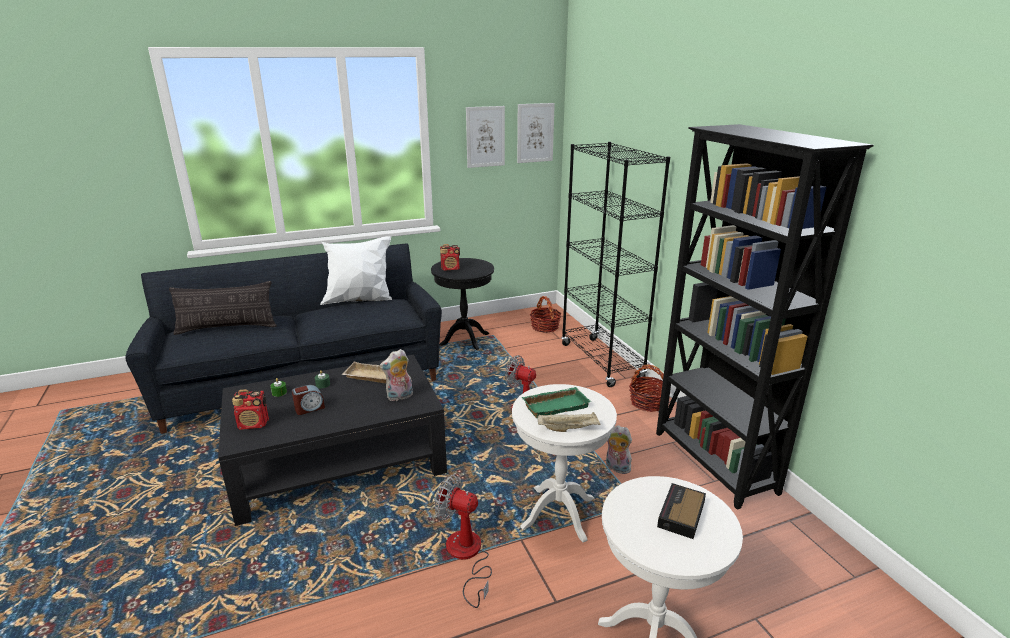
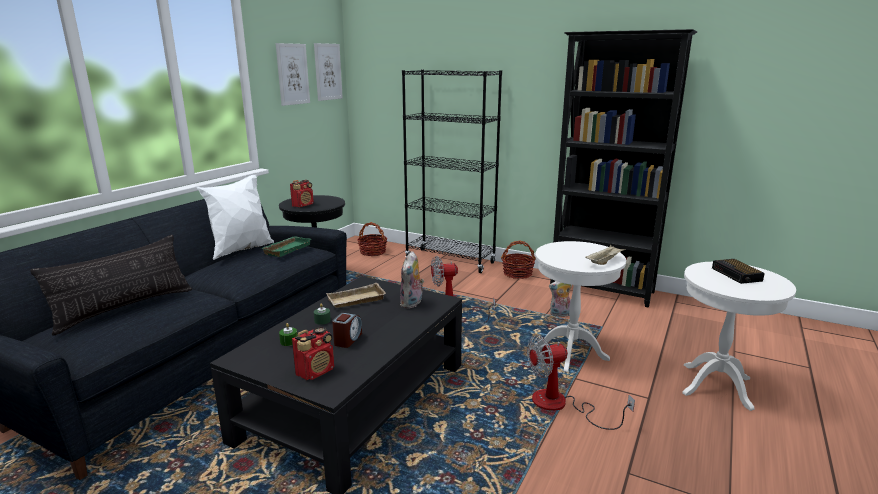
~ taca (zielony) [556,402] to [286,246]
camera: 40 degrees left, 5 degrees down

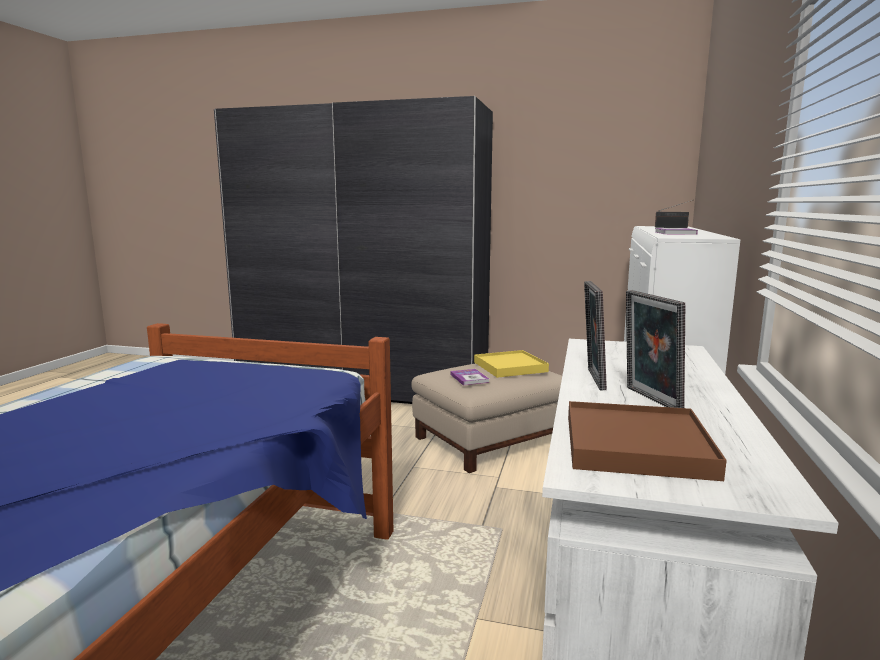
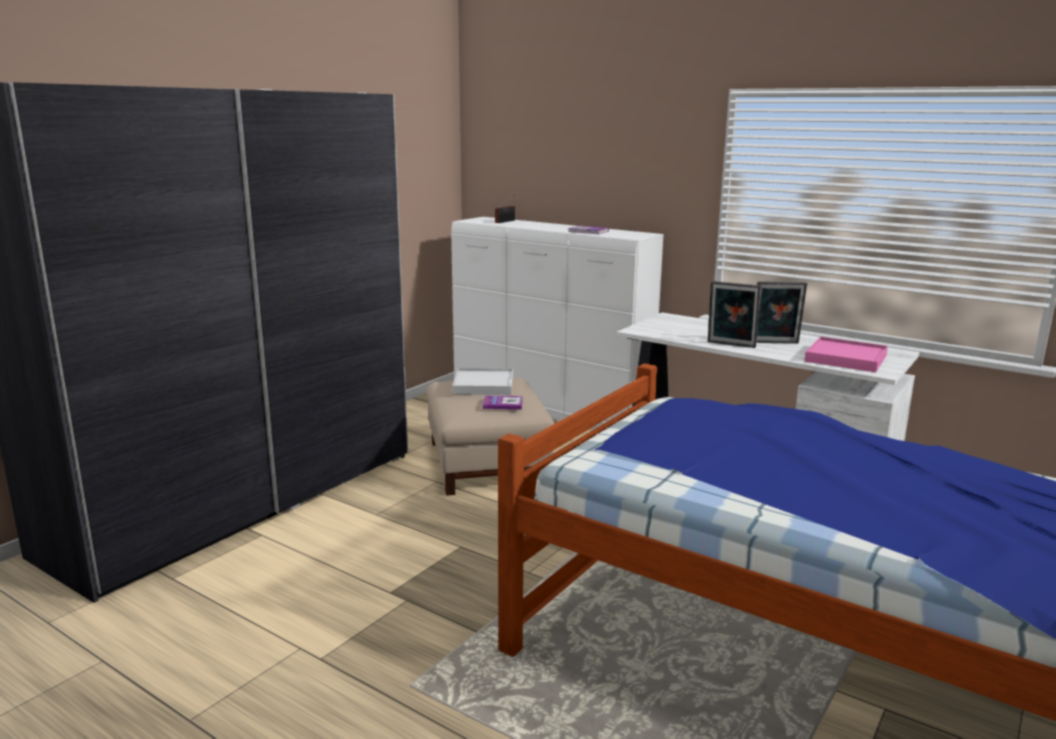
~ taca (żółty) [511,364] to taca (biały) [482,381]
~ taca (brązowy) [647,441] to taca (różowy) [846,354]
camera: 70 degrees left, 5 degrees up

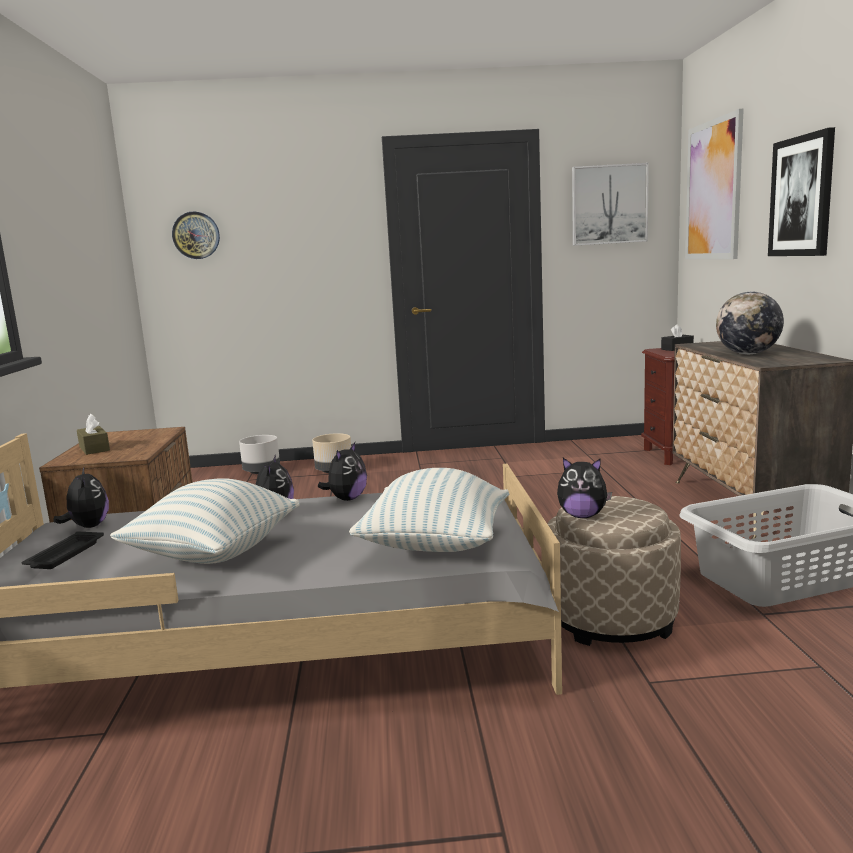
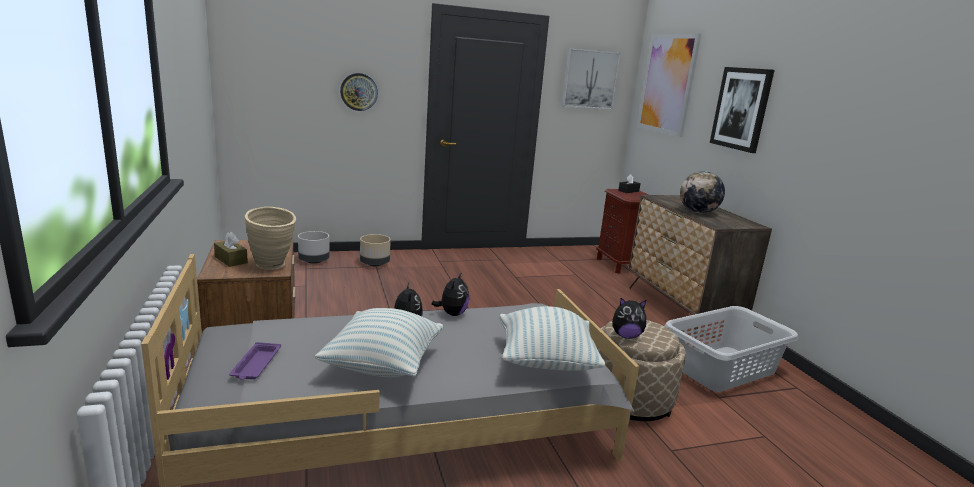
~ taca (czarny) [63,550] to taca (fioletowy) [255,361]
+ wazon (beżowy) [270,238]
~ zegar ścienny [196,235] to [359,92]
- pluszak [81,497]
camera: 15 degrees left, 5 degrees up

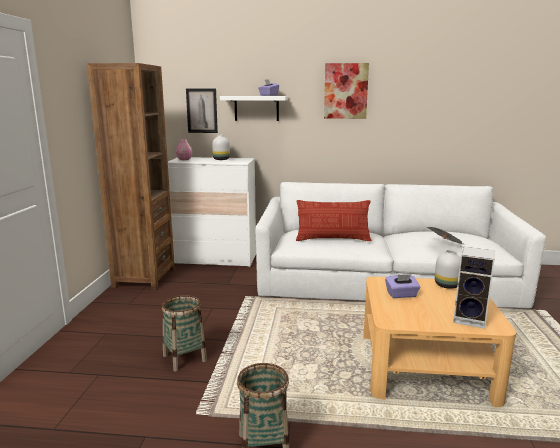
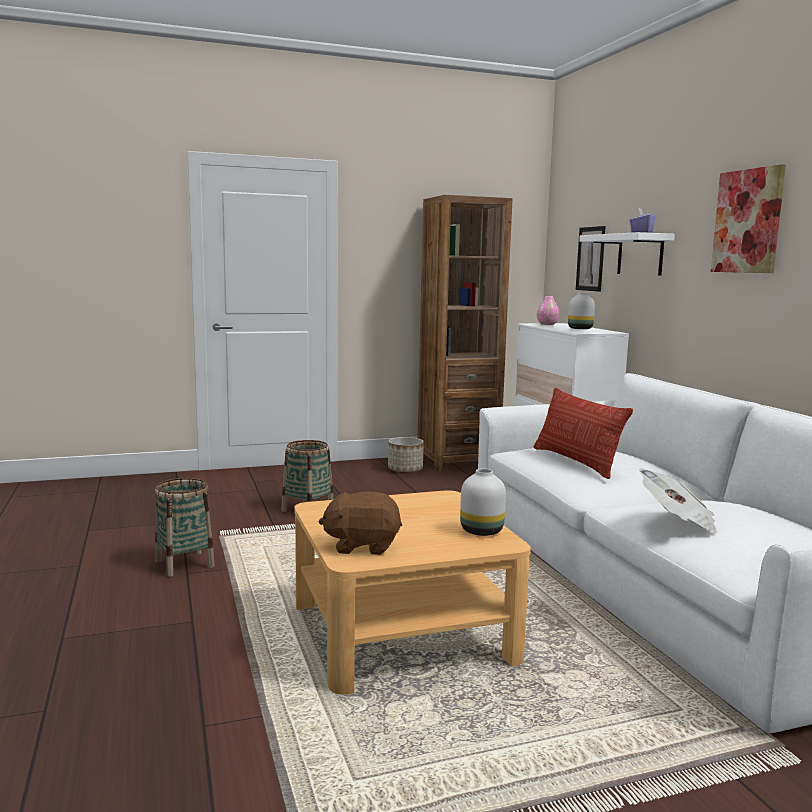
~ głośnik [474,288] to pluszak (brązowy) [360,523]
+ donica [406,455]
- pudełko chusteczek (fioletowy) [402,286]
camera: 65 degrees right, 5 degrees down

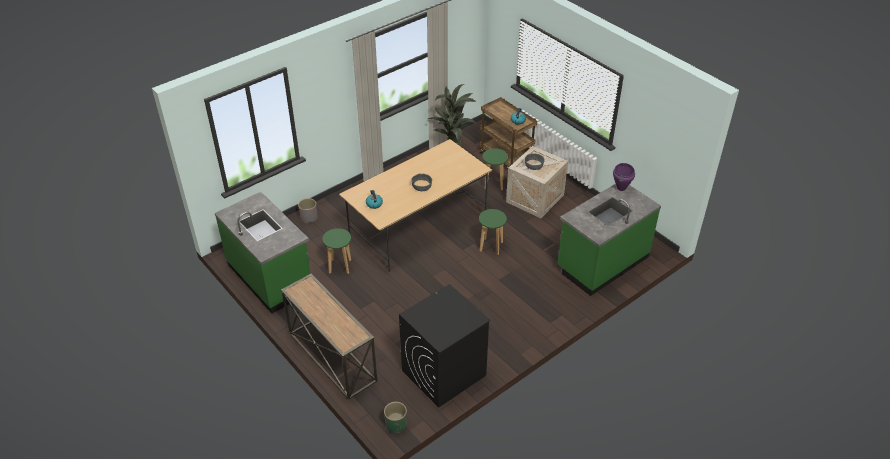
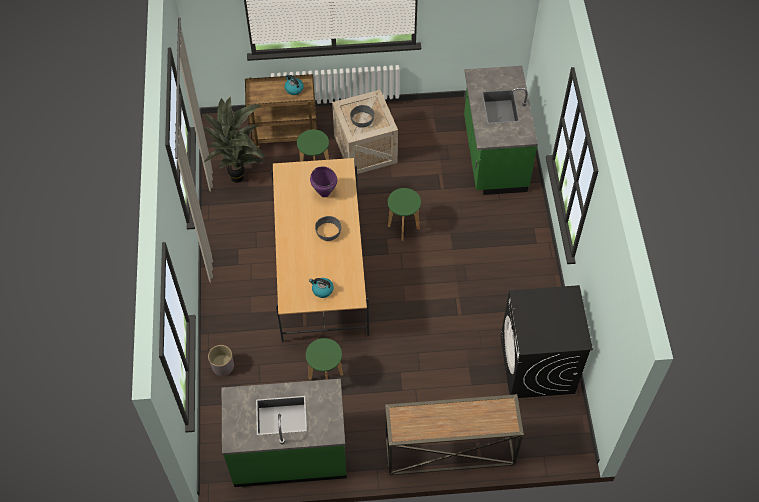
~ garnek (fioletowy) [624,177] to [323,181]
- donica (zielony) [395,417]
camera: 55 degrees left, 15 degrees up

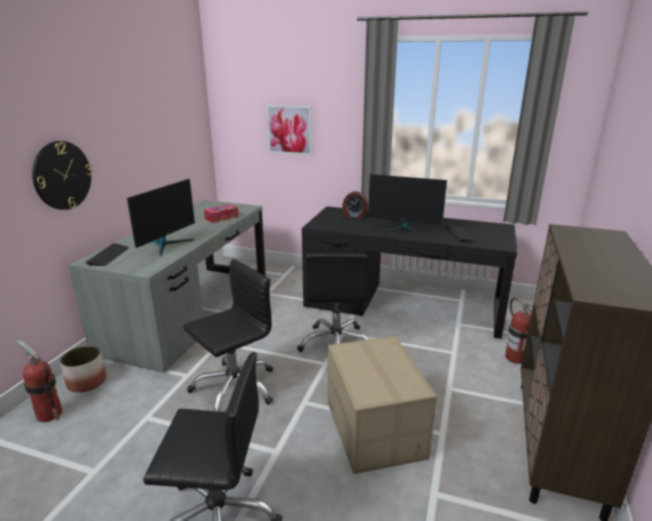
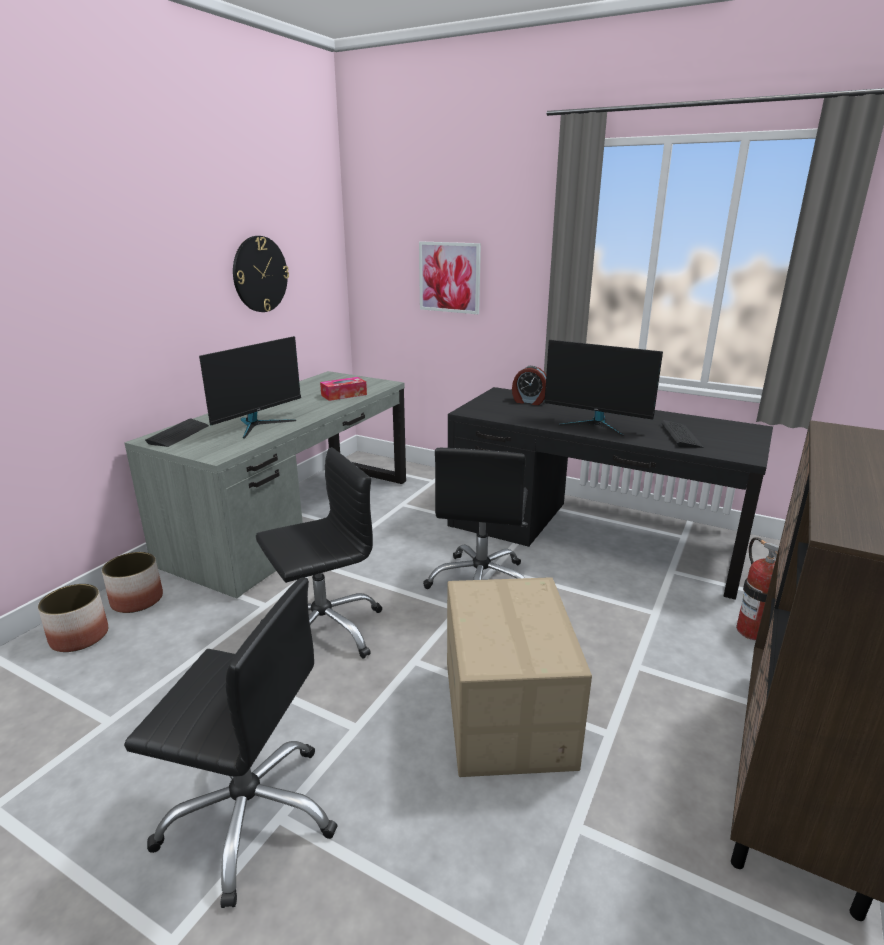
~ gaśnica [38,381] to donica [73,618]
~ zegar ścienny [62,175] to [261,274]
camera: 10 degrees right, 0 degrees up

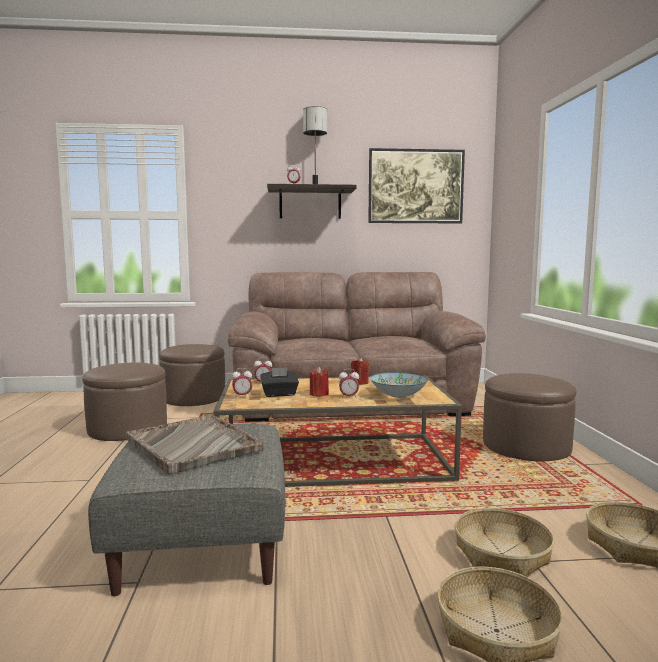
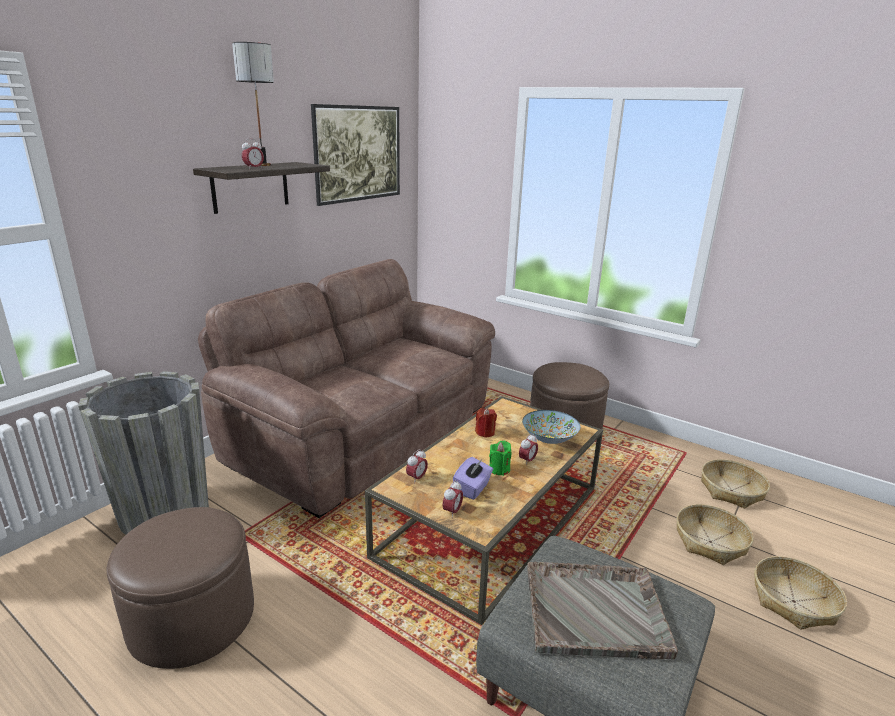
~ pufa (brązowy) [192,375] to donica (szary) [143,453]
~ pudełko chusteczek (czarny) [279,382] to pudełko chusteczek (fioletowy) [473,478]
~ świeca (czerwony) [319,381] to świeca (zielony) [500,458]
camera: 50 degrees left, 15 degrees up

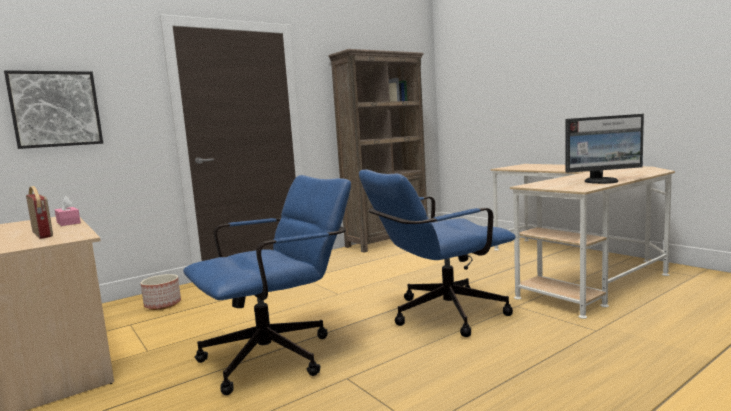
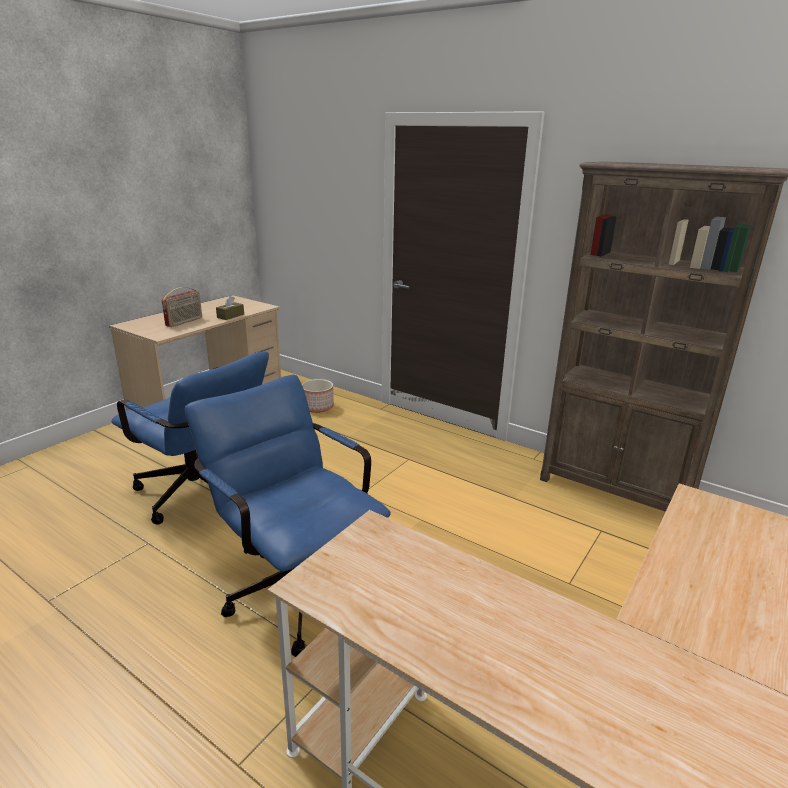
~ pudełko chusteczek (różowy) [68,211] to pudełko chusteczek (brązowy) [230,308]
- obraz [53,109]
- monitor [605,149]
camera: 70 degrees right, 15 degrees up

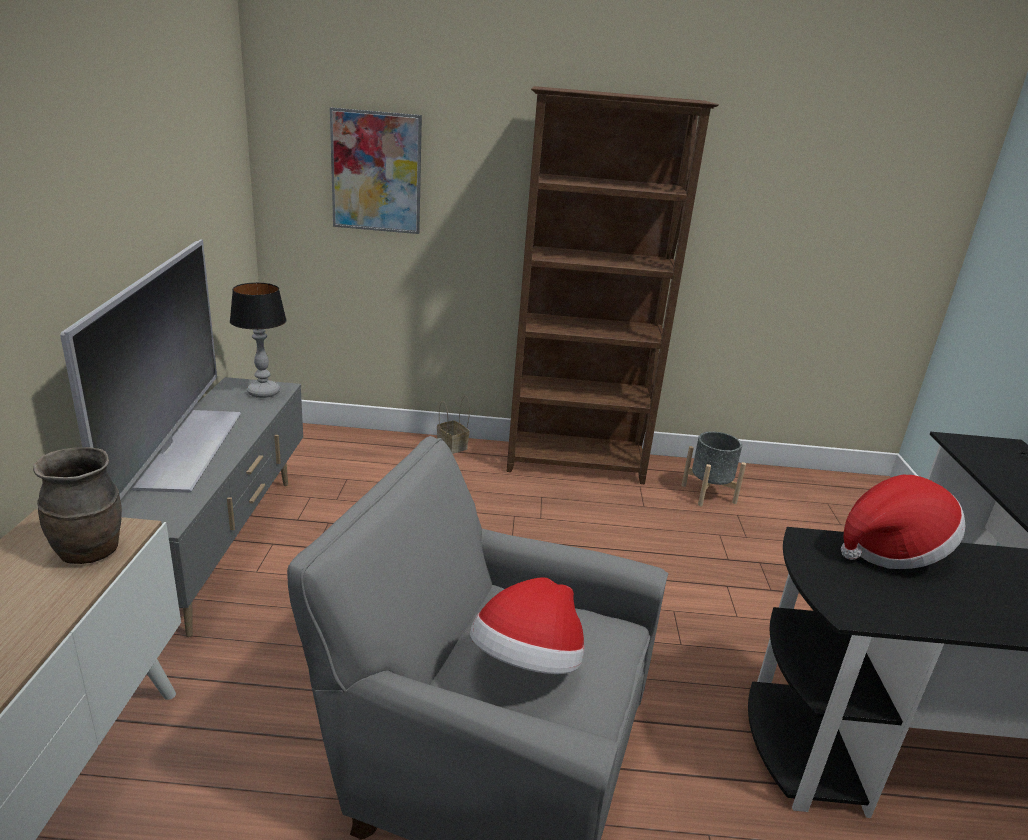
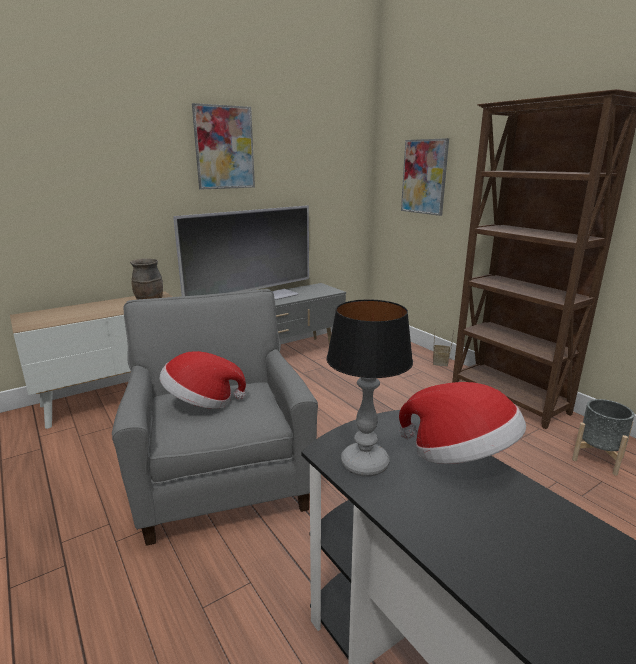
+ obraz [223,146]
~ lampa stołowa [258,340] to [370,388]
camera: 55 degrees right, 5 degrees down

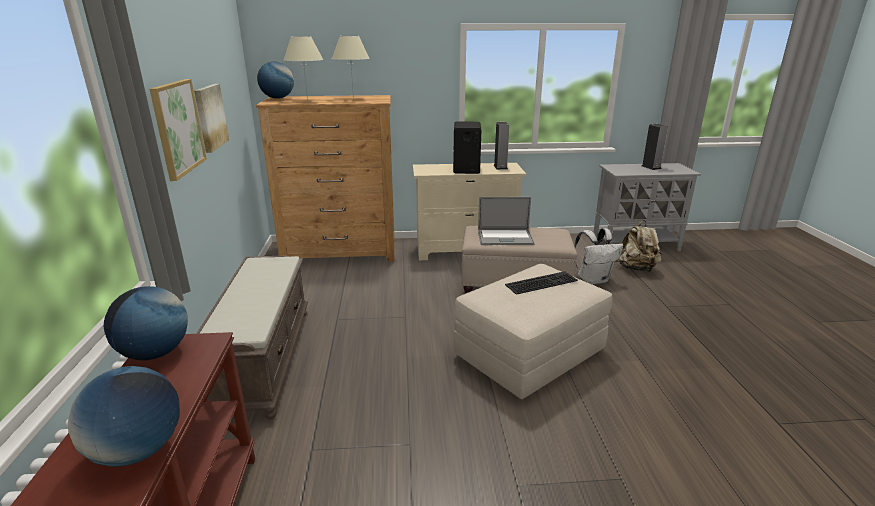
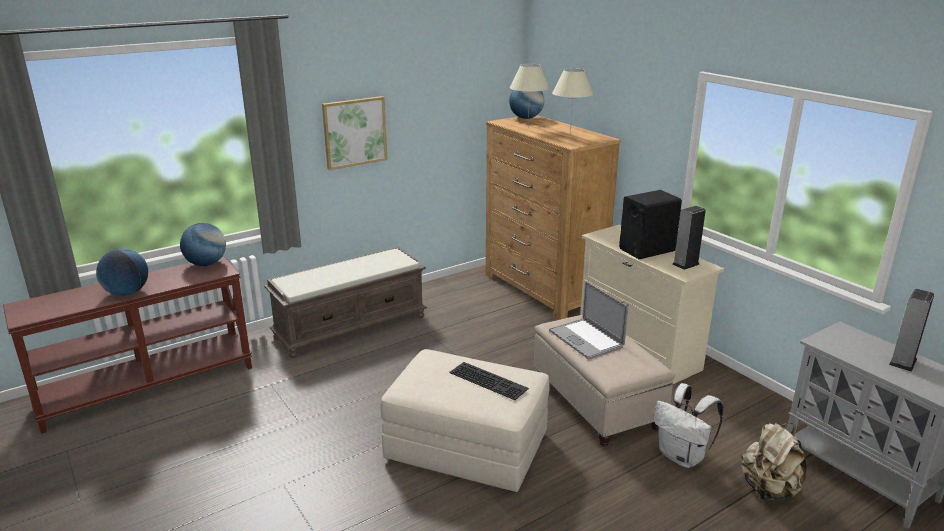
- obraz [211,118]
camera: 60 degrees right, 0 degrees up

